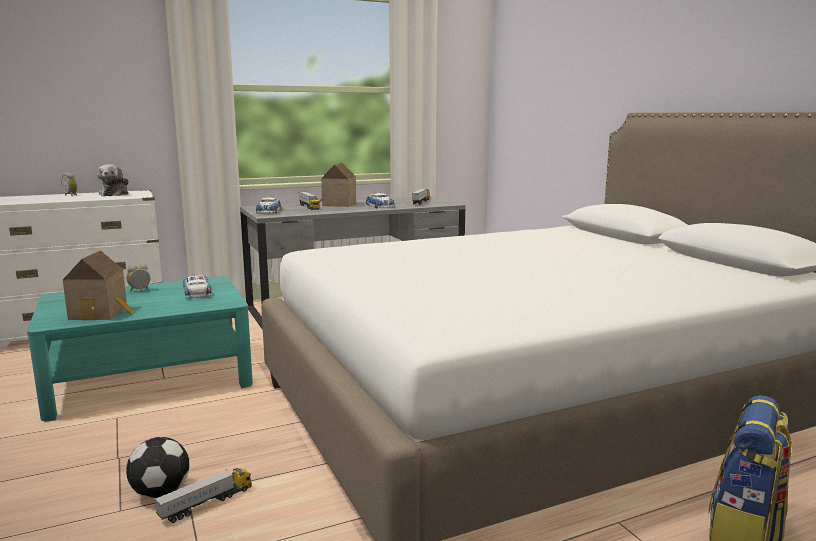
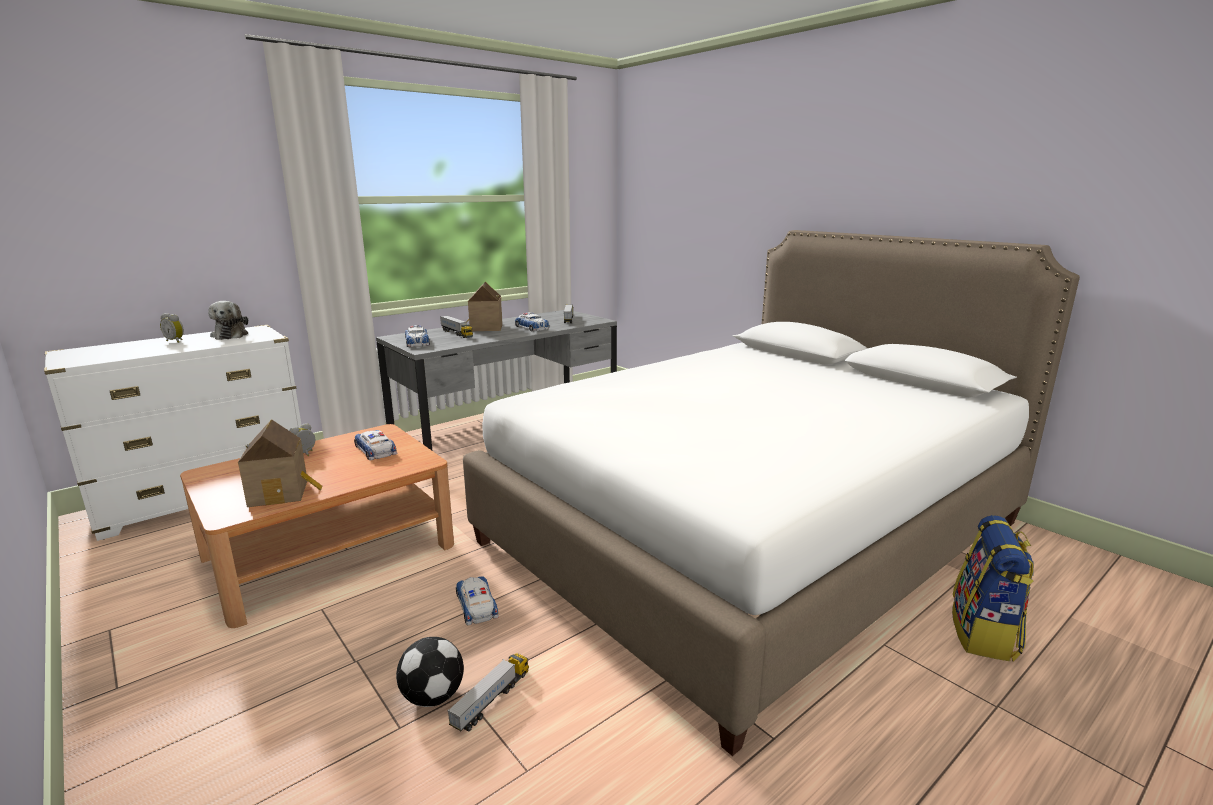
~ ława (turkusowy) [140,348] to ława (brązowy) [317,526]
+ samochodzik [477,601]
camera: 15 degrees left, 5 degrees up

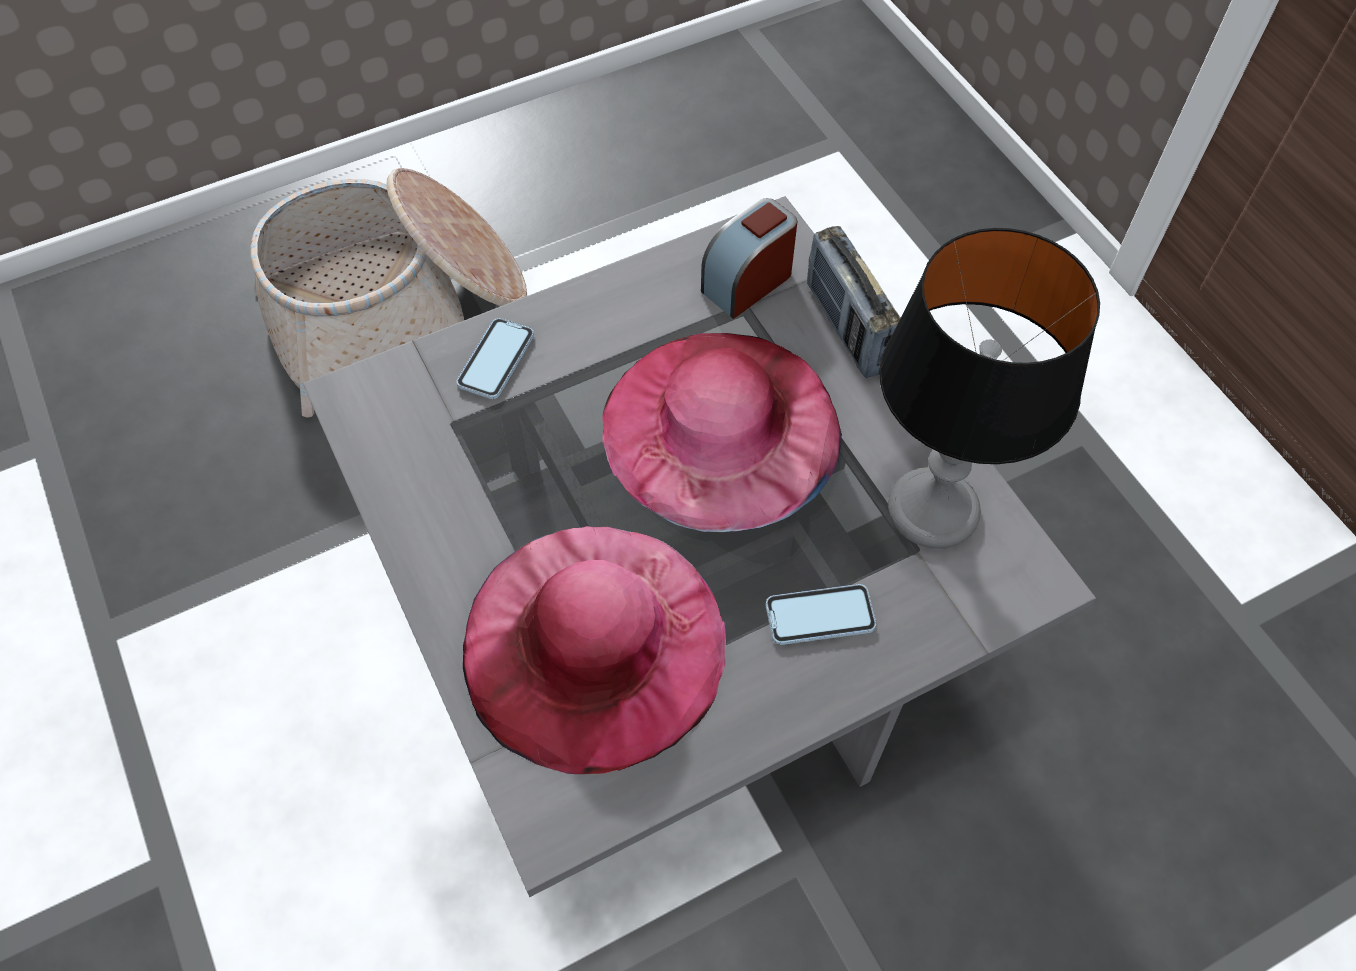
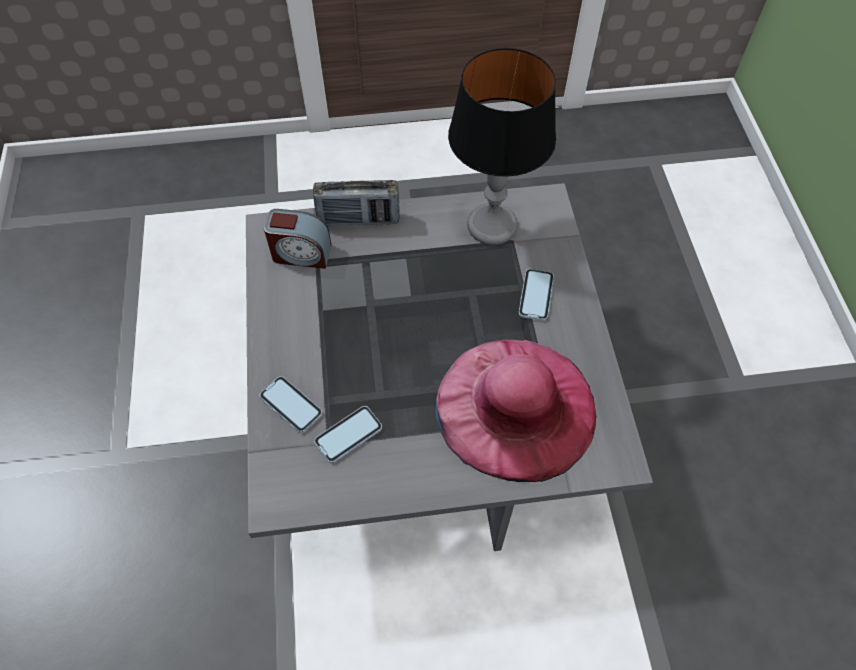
~ budzik [749,258] = [298,239] 60 degrees counterclockwise
+ telefon [348,434]
- koszyk [389,293]
- kapelusz (różowy) [722,432]
camera: 70 degrees left, 0 degrees up

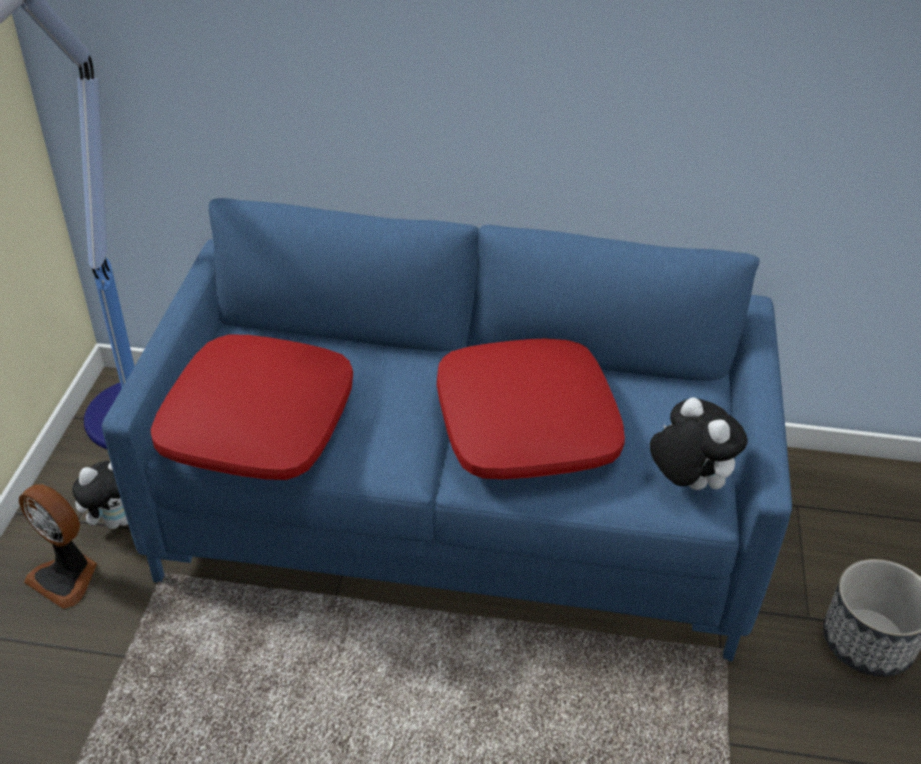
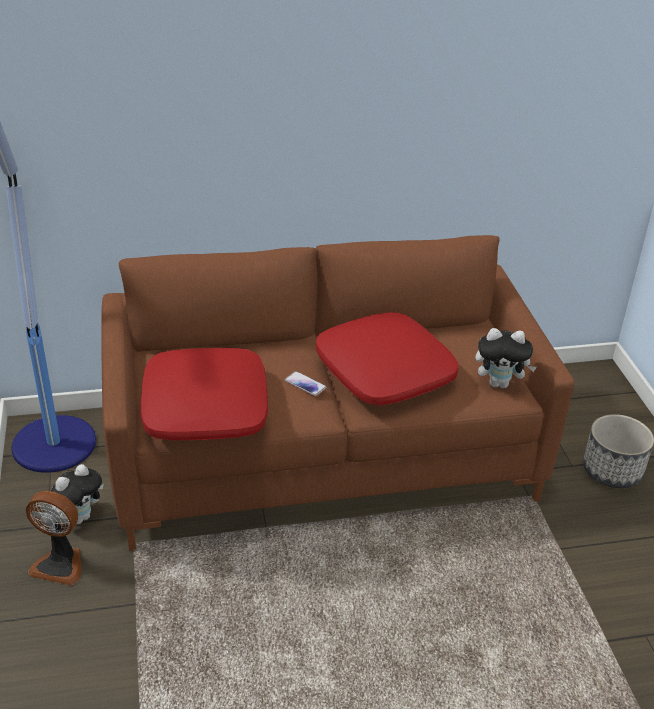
~ kanapa (niebieski) [447,429] to kanapa (brązowy) [337,393]
+ telefon [305,383]
~ pluszak [699,443] = [506,358] 150 degrees clockwise
camera: 20 degrees left, 5 degrees down

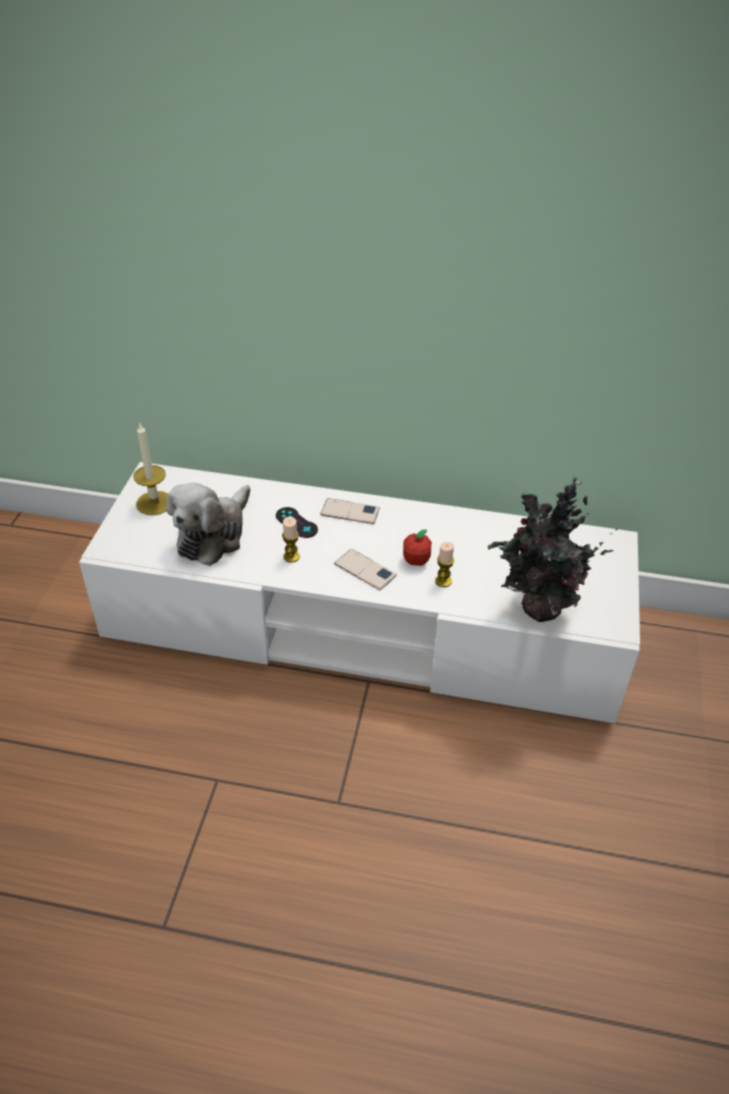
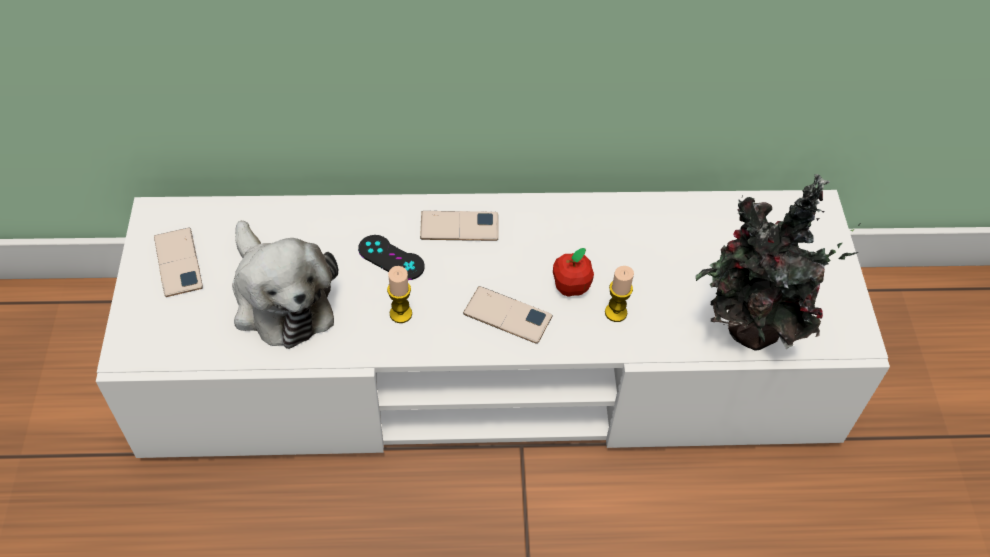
~ świeca [150,468] to telefon [178,262]
~ pluszak [208,524] = [285,285] 45 degrees counterclockwise
camera: 15 degrees left, 10 degrees up

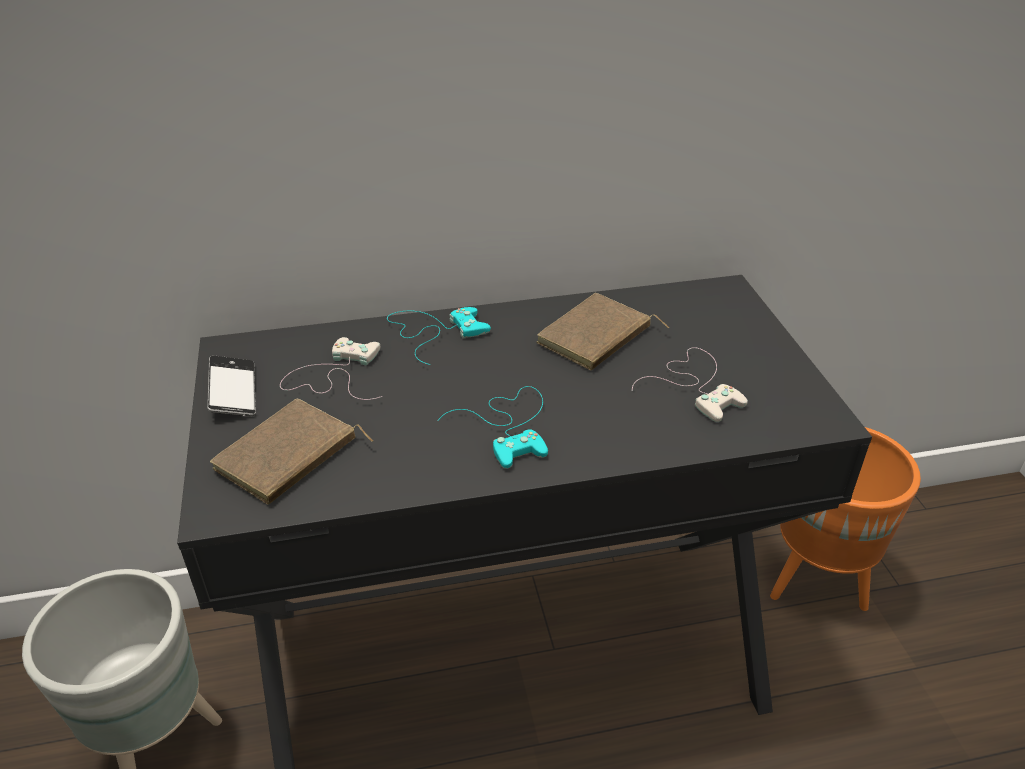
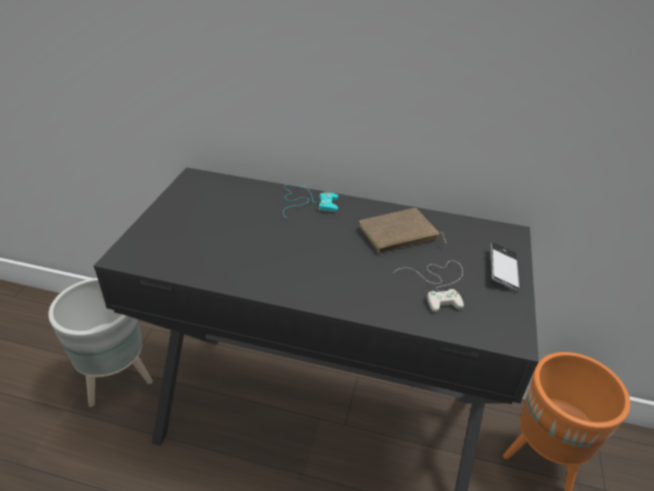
~ telefon [231,385] to [505,266]
- książka (brązowy) [291,451]
- pad do gier (biały) [331,368]
- pad do gier (turkusowy) [493,427]
camera: 25 degrees right, 0 degrees up

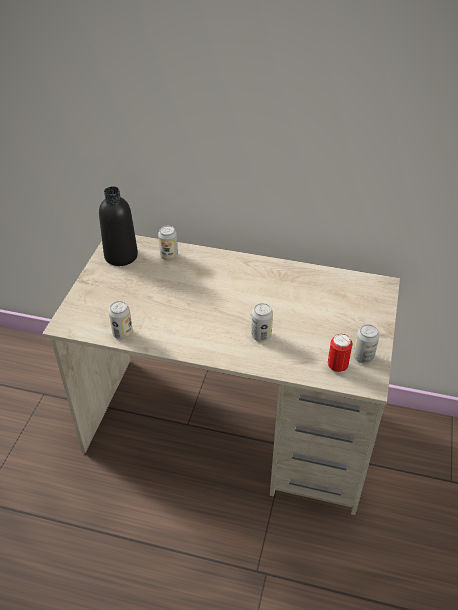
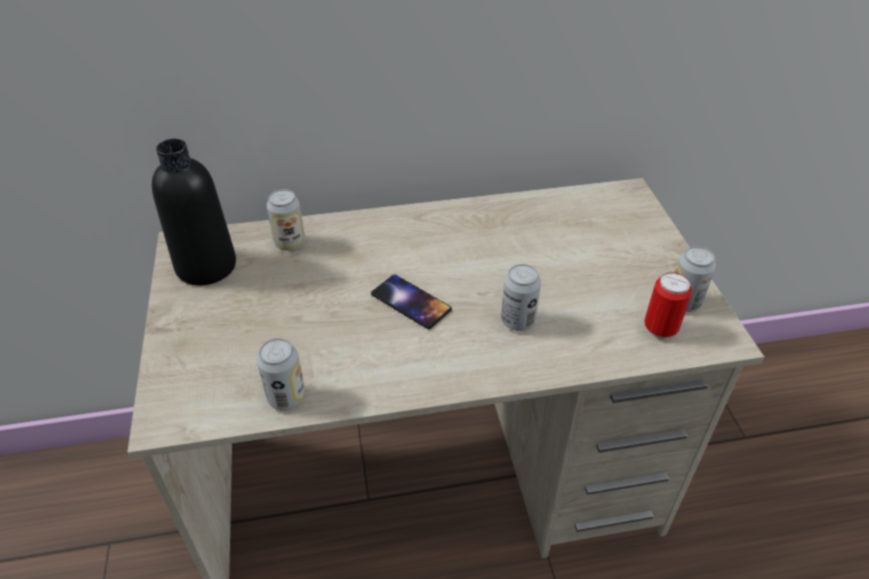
+ telefon [411,302]
camera: 25 degrees left, 0 degrees up

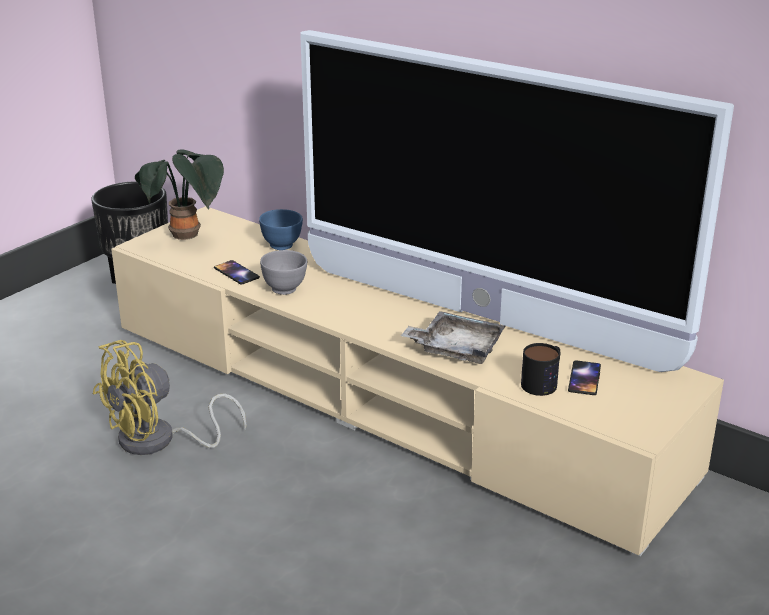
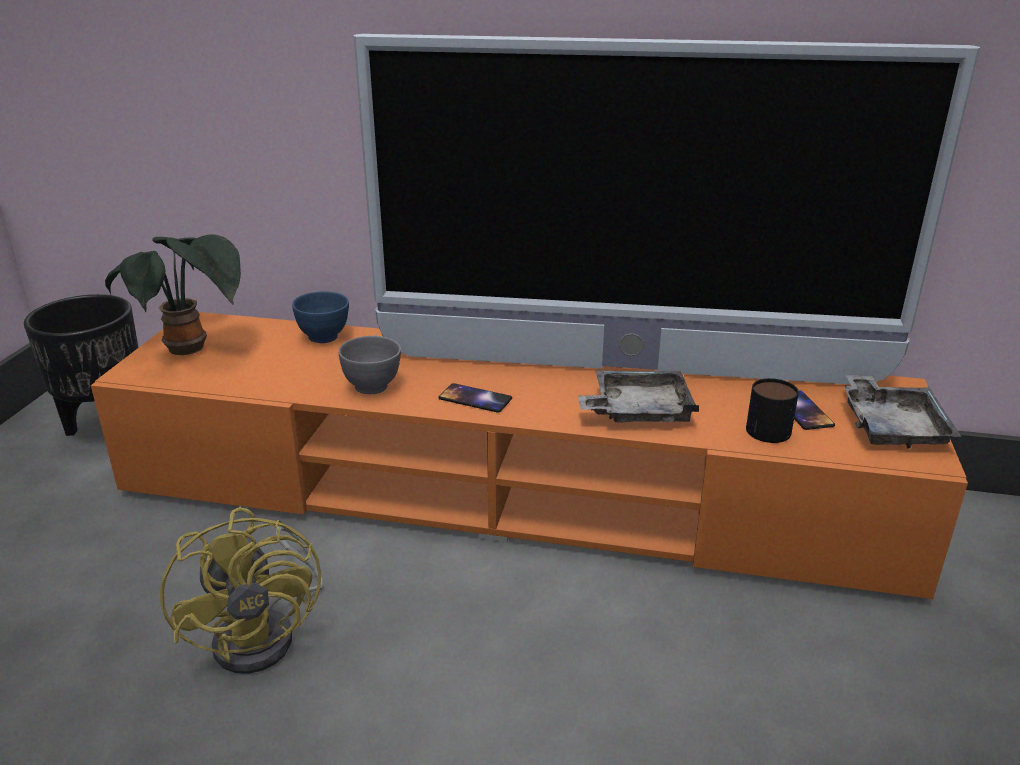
~ szafka pod telewizor (beżowy) [417,381] to szafka pod telewizor (pomarańczowy) [529,455]
~ wentylator (żółty) [169,397] = [242,590] 45 degrees counterclockwise
~ telefon [237,272] to [475,398]
+ taca (szary) [902,411]
camera: 25 degrees left, 0 degrees up

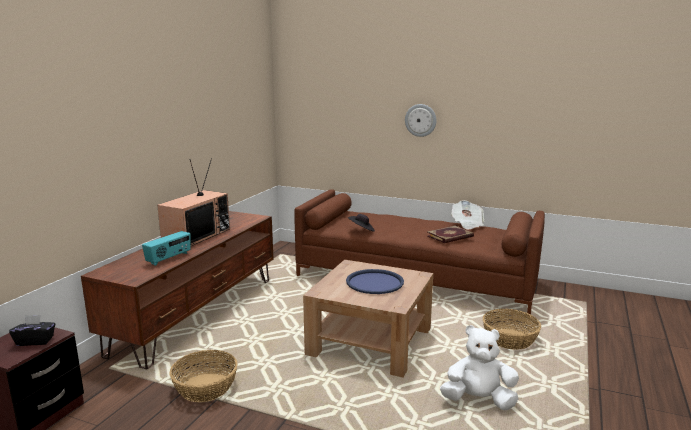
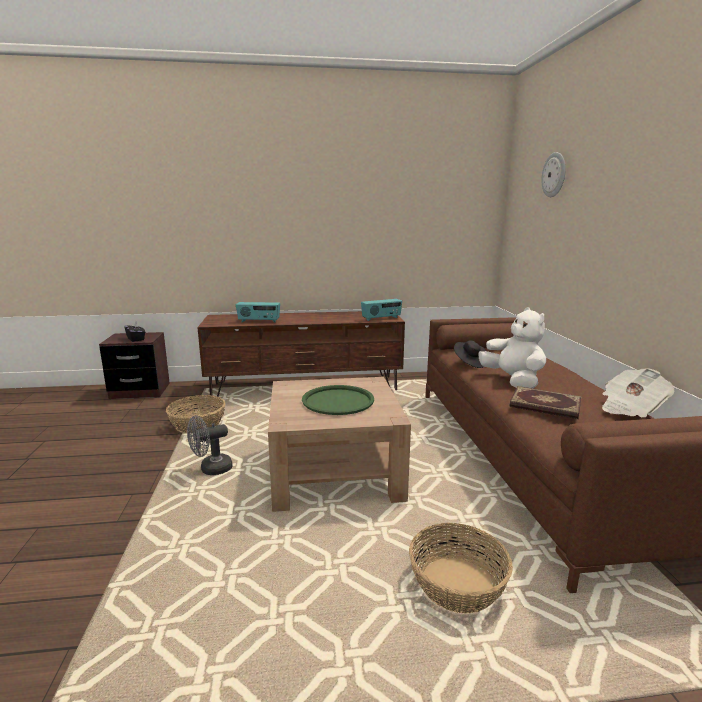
+ wentylator (szary) [210,445]
~ taca (niebieski) [375,281] to taca (zielony) [338,400]
+ radio [381,310]
~ pluszak (biały) [479,367] to [512,347]
~ zegar ścienny [421,120] to [553,174]
- telewizor [193,202]
camera: 60 degrees right, 0 degrees up

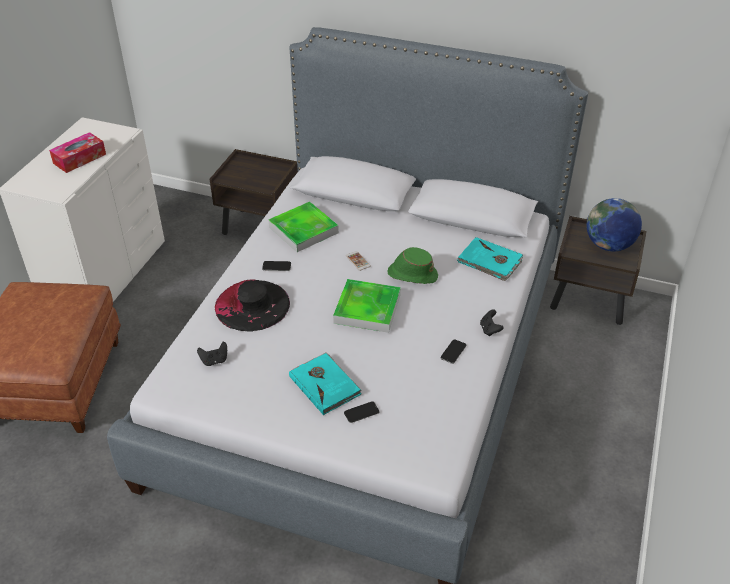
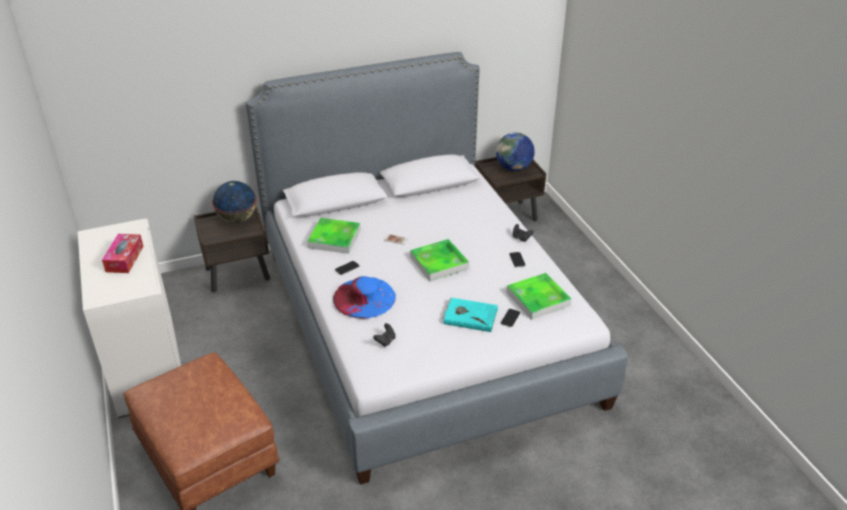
+ globus [234,202]
~ kapelusz (czarny) [252,305] to kapelusz (niebieski) [364,297]
+ taca [539,296]
- kapelusz (zielony) [413,265]
- książka (turkusowy) [490,259]
camera: 40 degrees left, 5 degrees down

